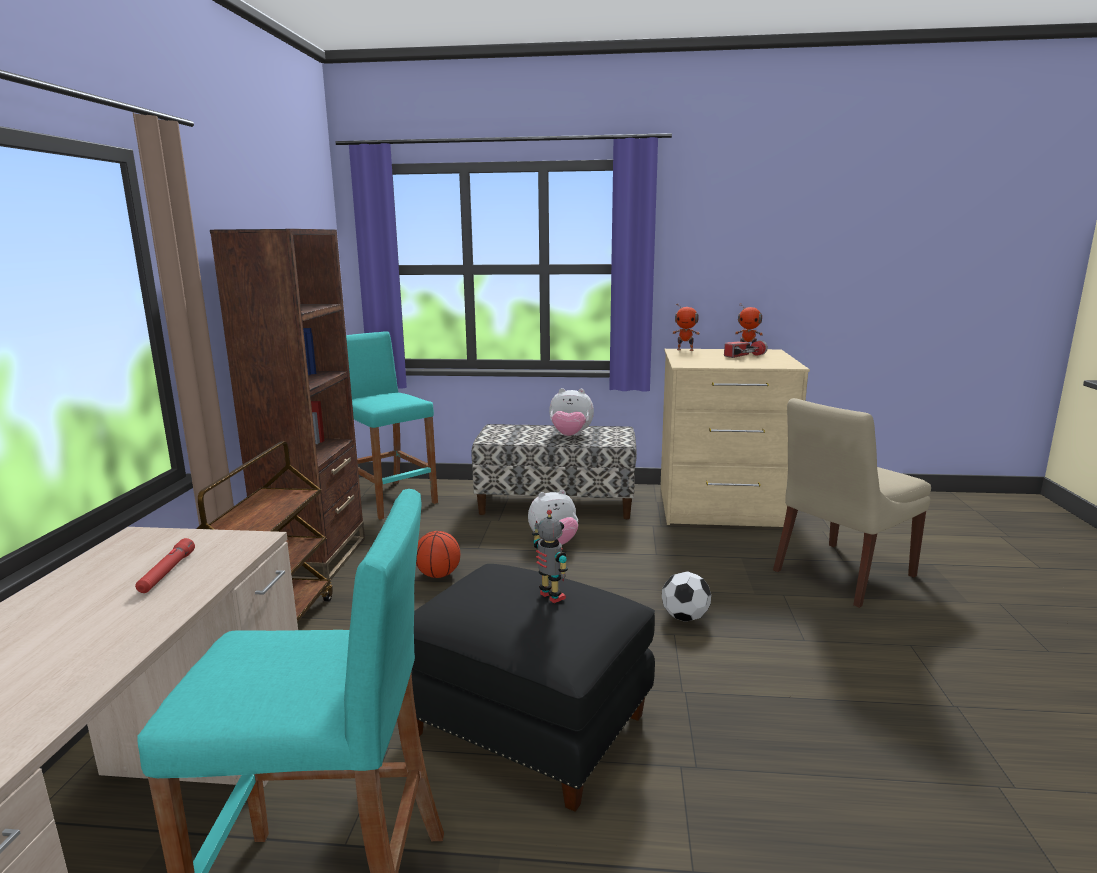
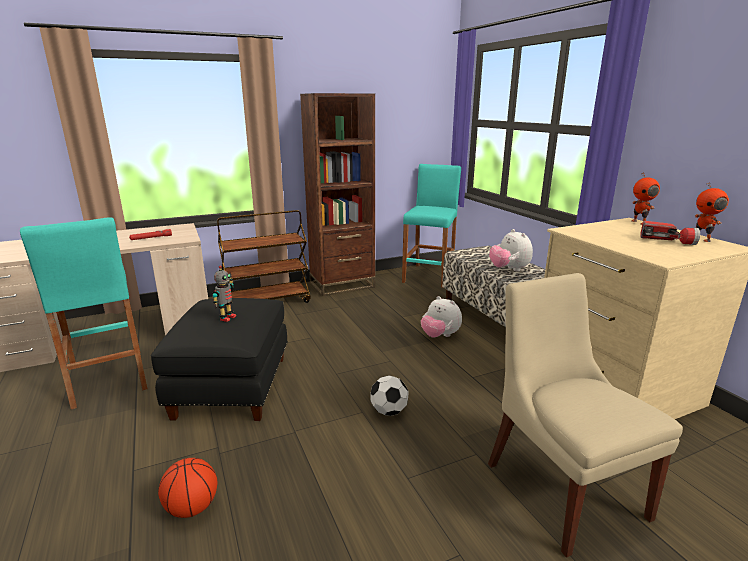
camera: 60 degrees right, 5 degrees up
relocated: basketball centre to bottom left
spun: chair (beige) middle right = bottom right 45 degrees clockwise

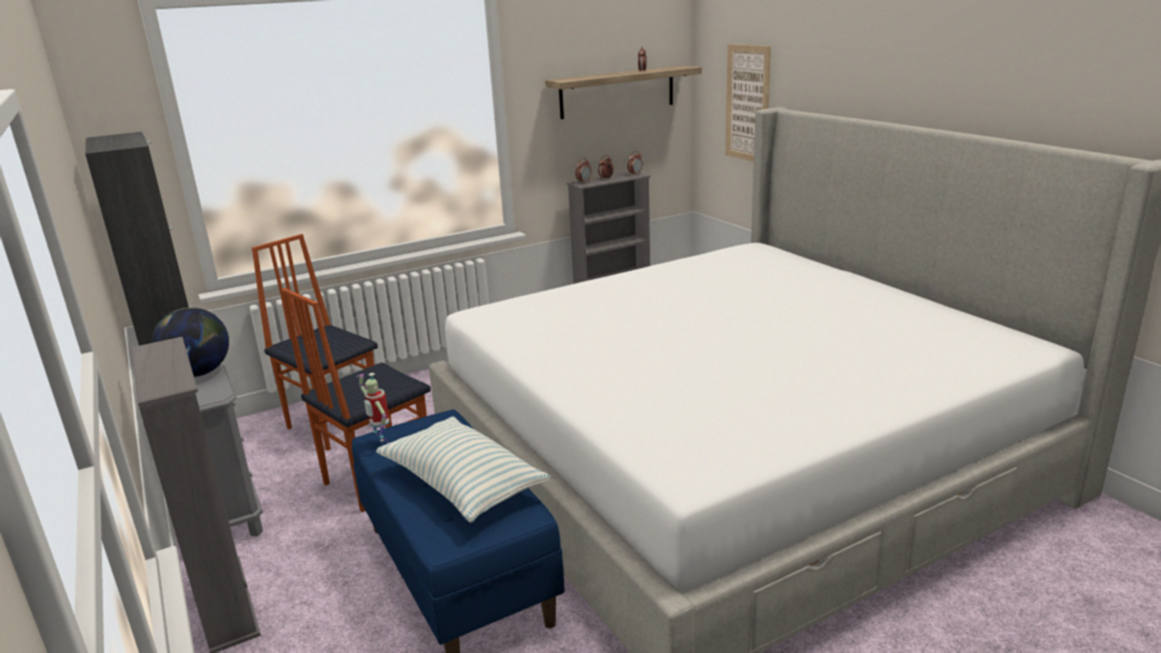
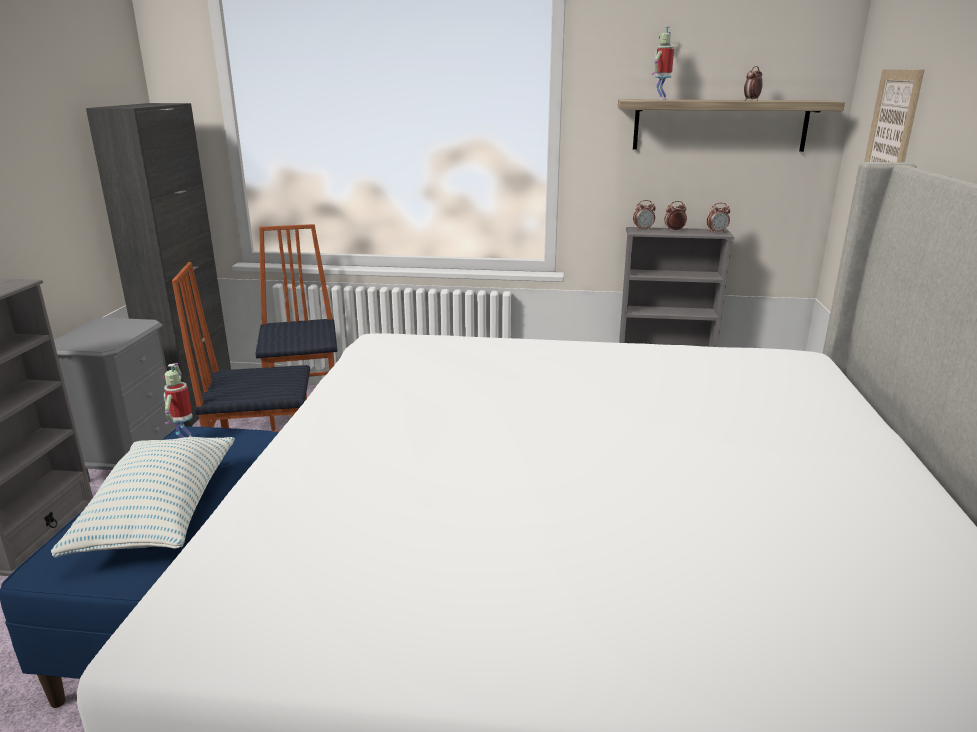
camera: 35 degrees right, 0 degrees up
missing: globe middle left
appeared: toy robot (no. 2 from left) top right

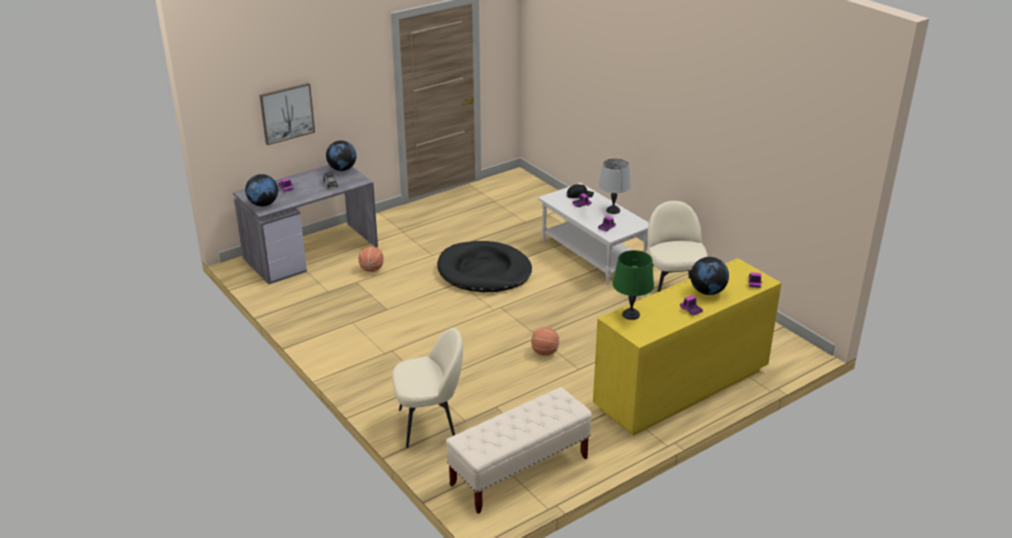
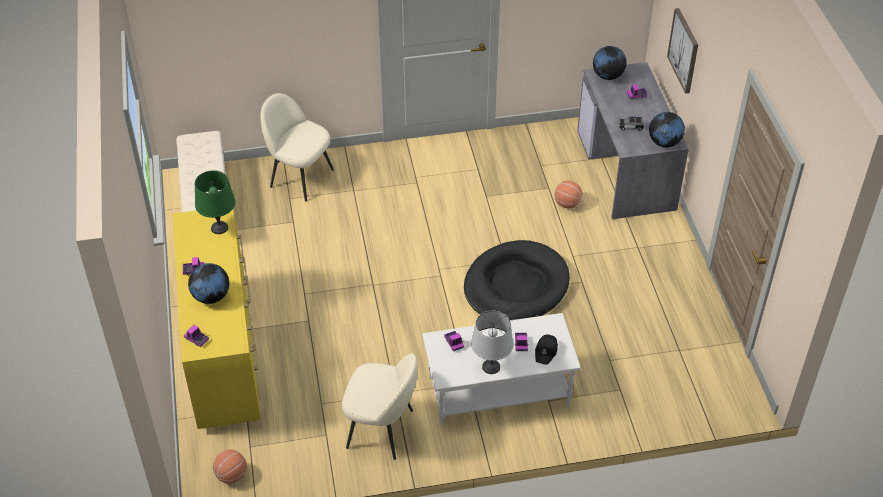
camera: 115 degrees right, 15 degrees up
relocated: basketball (no. 2 from left in the first image) centre to basketball (no. 1 from left) bottom left
spun: chair (beige) (no. 1 from left) bottom centre = top centre 105 degrees clockwise

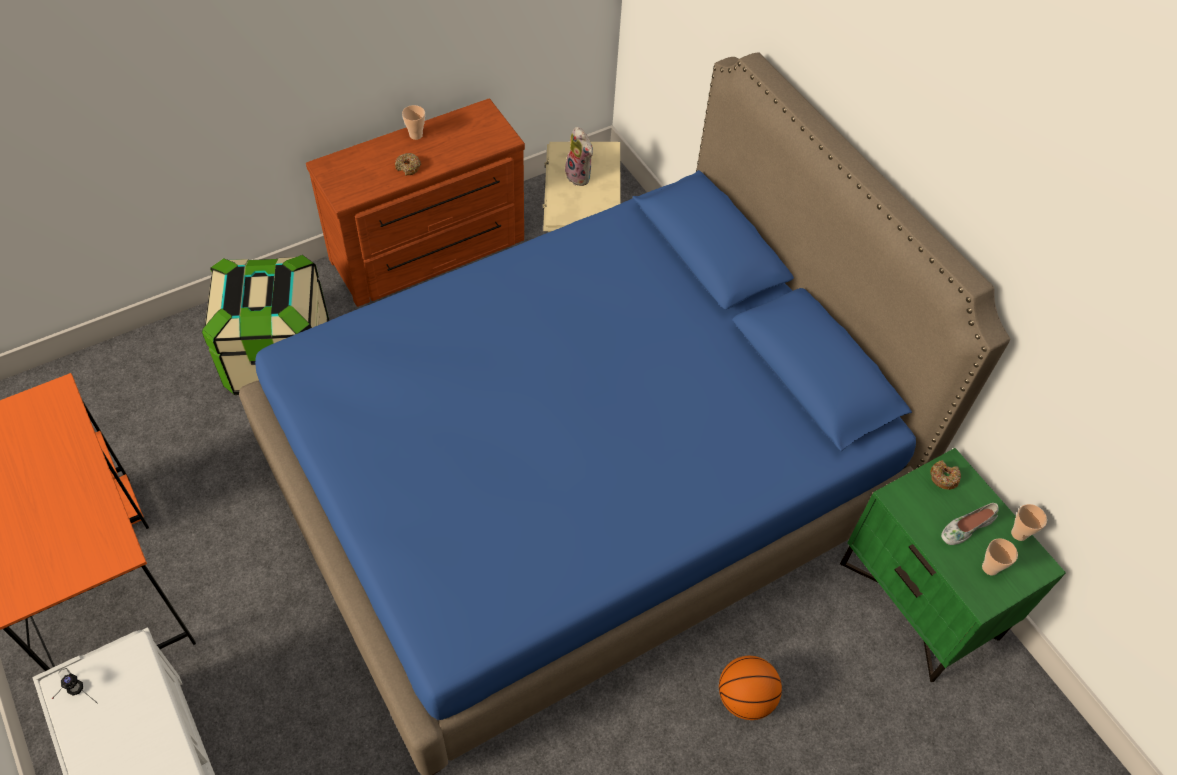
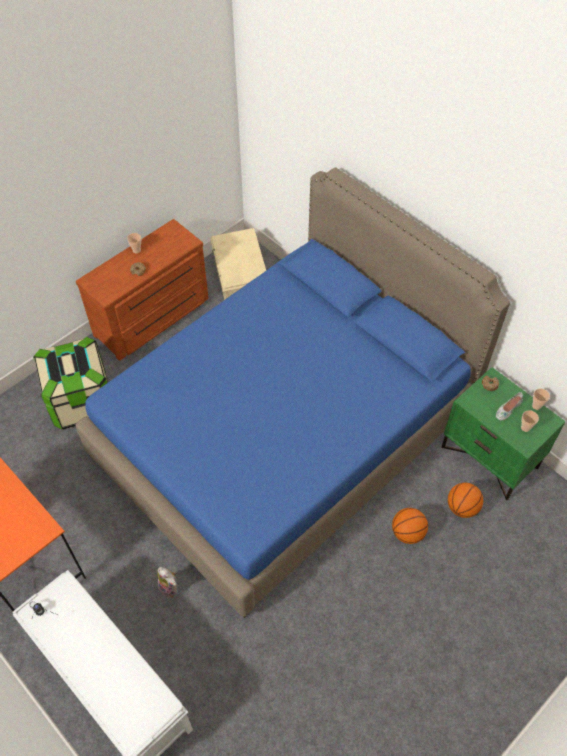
camera: 10 degrees left, 0 degrees up
appeared: basketball (no. 2 from left) middle right
relocated: plush toy top centre to bottom left

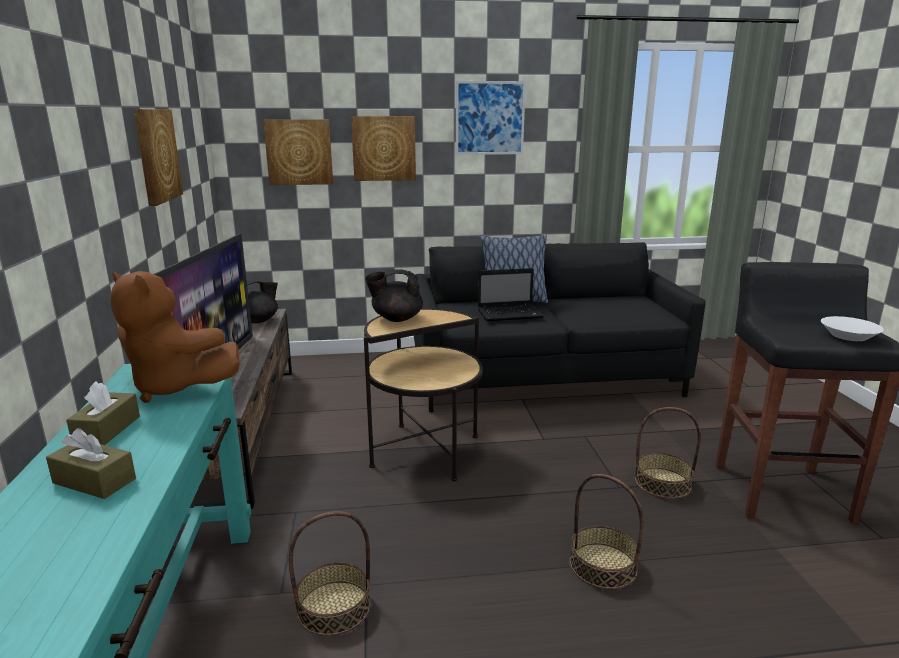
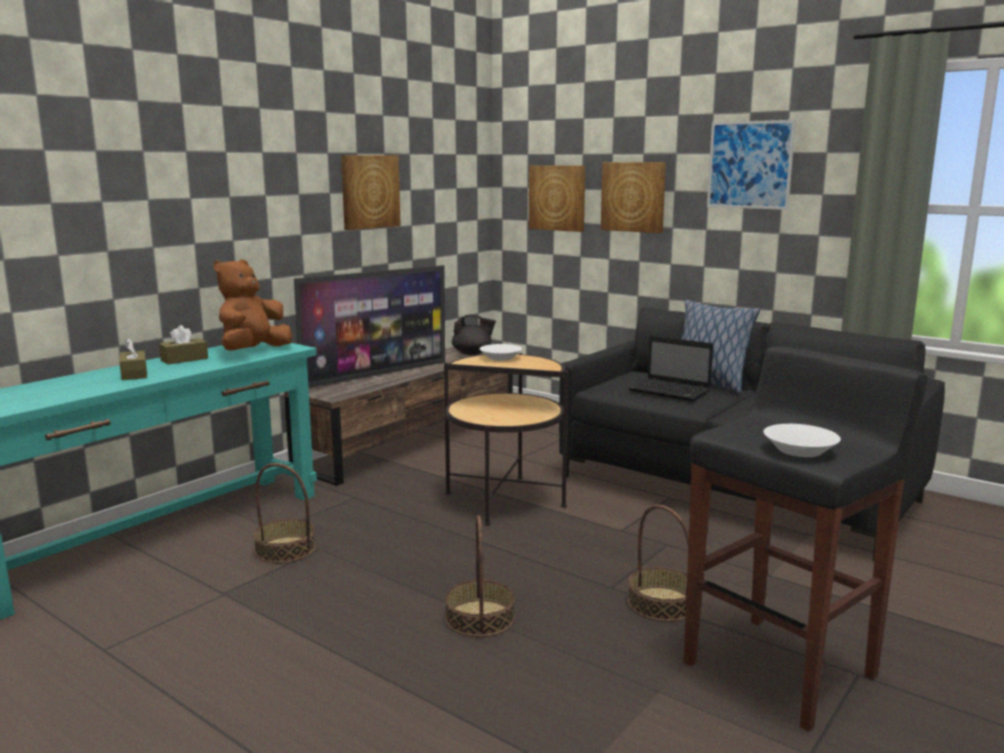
camera: 45 degrees right, 5 degrees down
exchanged: teapot (black) (no. 2 from left) centre to bowl (white) (no. 1 from left) centre
spun: plush toy (brown) middle left = middle left 45 degrees clockwise

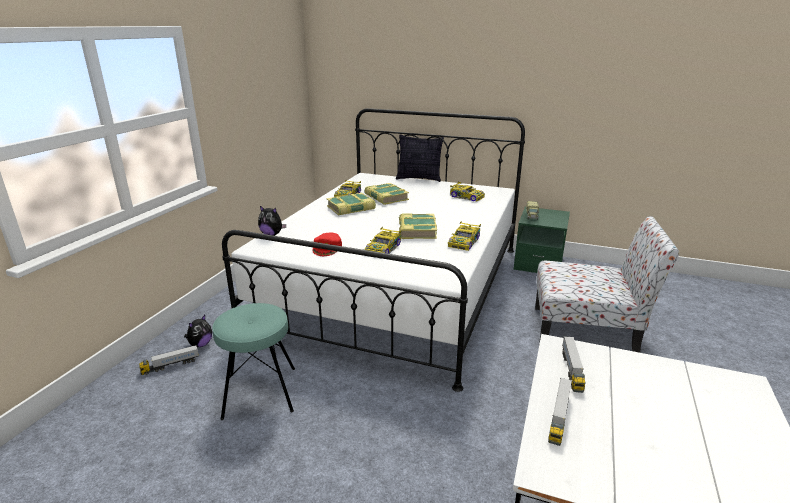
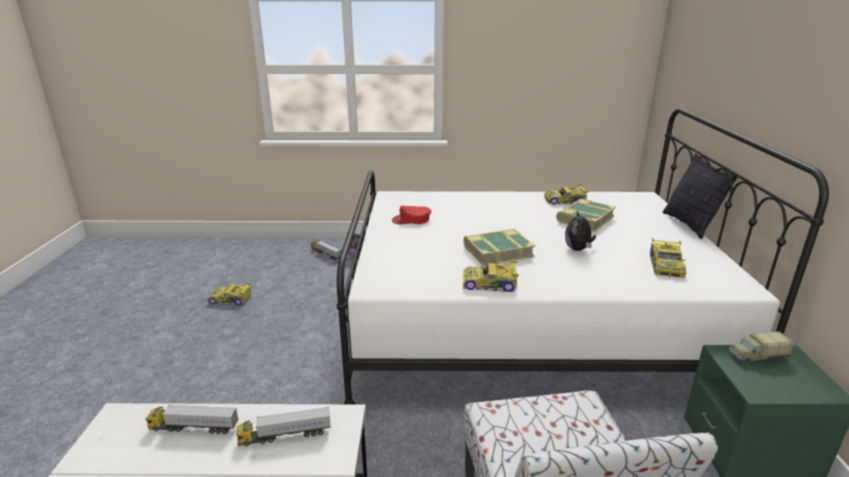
camera: 70 degrees right, 0 degrees up
missing: stool (turquoise) bottom left; book (no. 1 from left) centre
relocated: toy car (no. 2 from left in the first image) centre to toy car (no. 1 from left) middle left; plush toy (no. 2 from left) centre to middle right

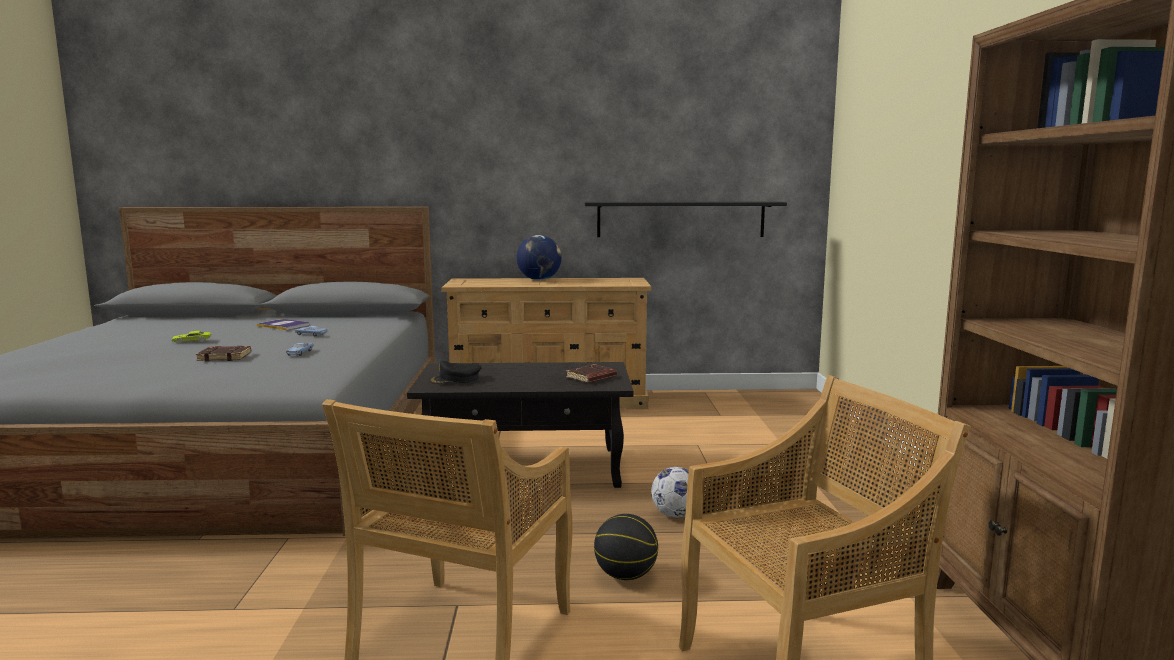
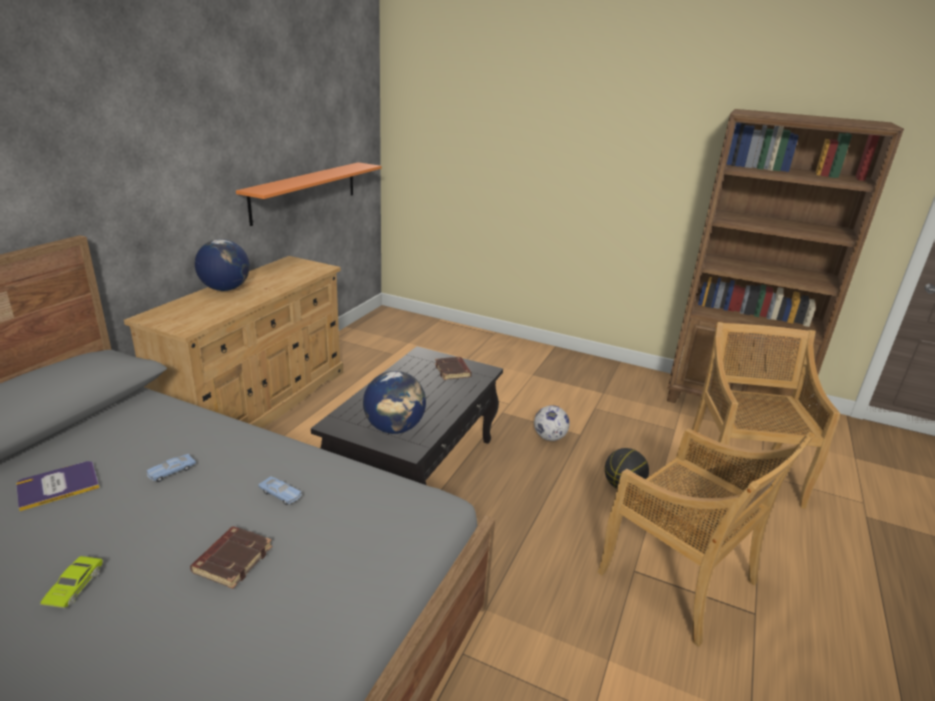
camera: 65 degrees left, 15 degrees up
exchanged: cap (black) centre to globe (no. 2 from left) centre
colour: shelf (black) top centre to shelf (orange) top left

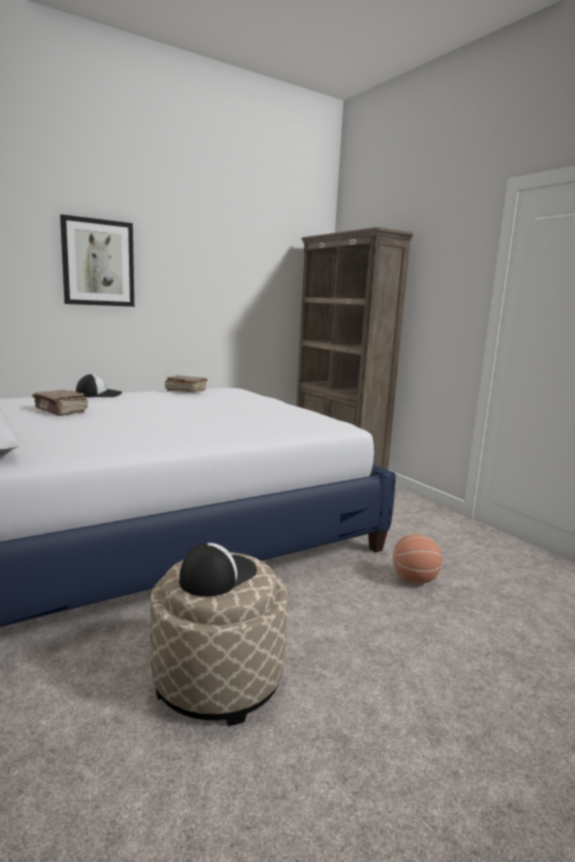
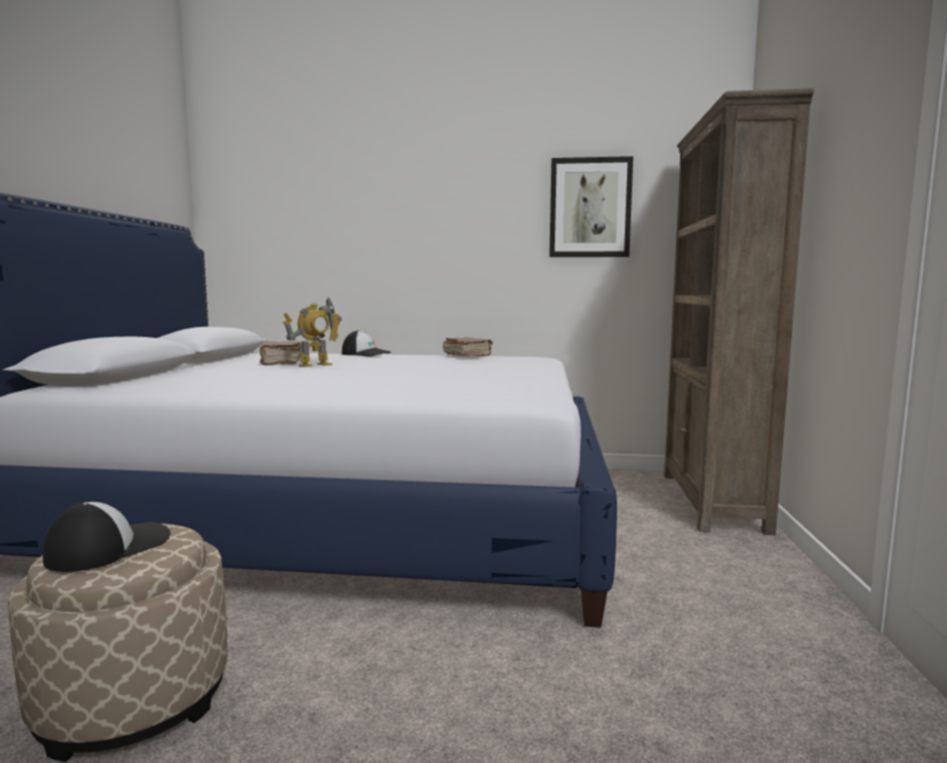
camera: 40 degrees right, 5 degrees down
missing: basketball middle right
appeared: toy robot middle left
relocated: picture top left to top centre
spun: cap (no. 2 from left in the first image) centre = bottom left 45 degrees counterclockwise

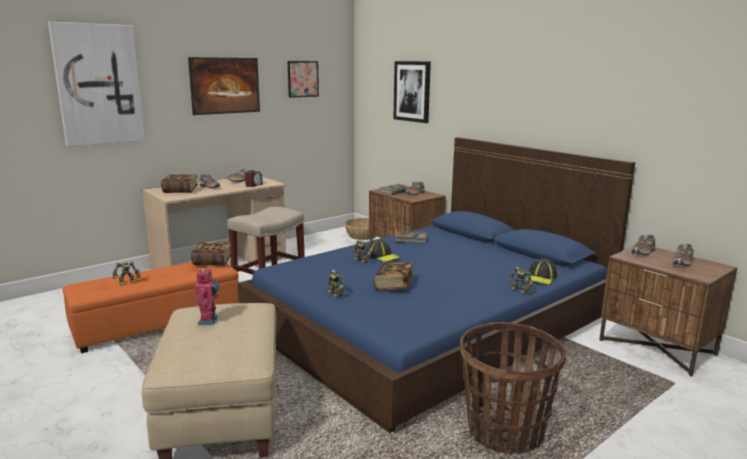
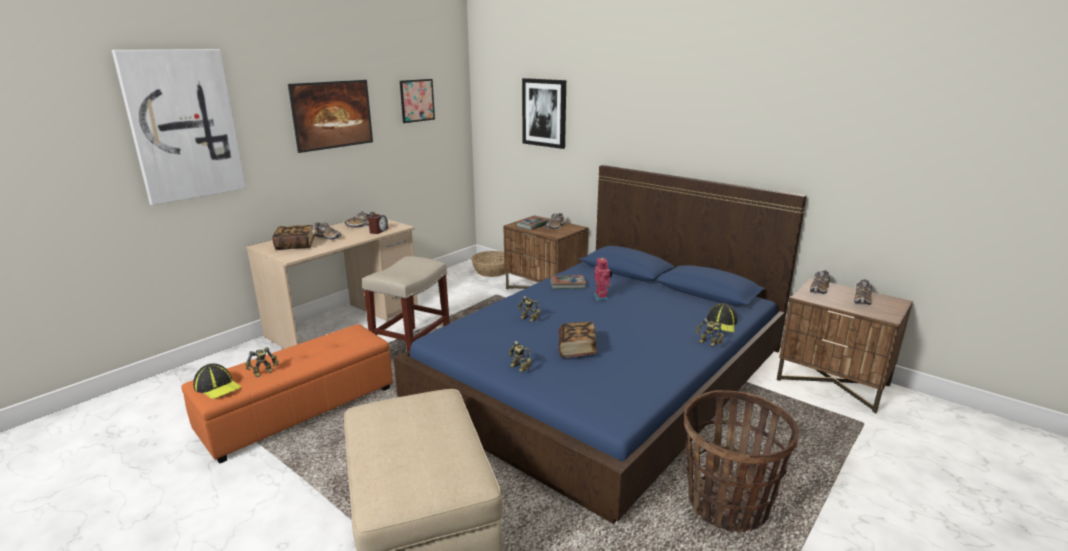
camera: 10 degrees left, 5 degrees up
missing: book (no. 2 from left) middle left
relocated: cap (no. 1 from left) centre to bottom left; toy robot (no. 2 from left in the first image) middle left to toy robot (no. 4 from left) centre

